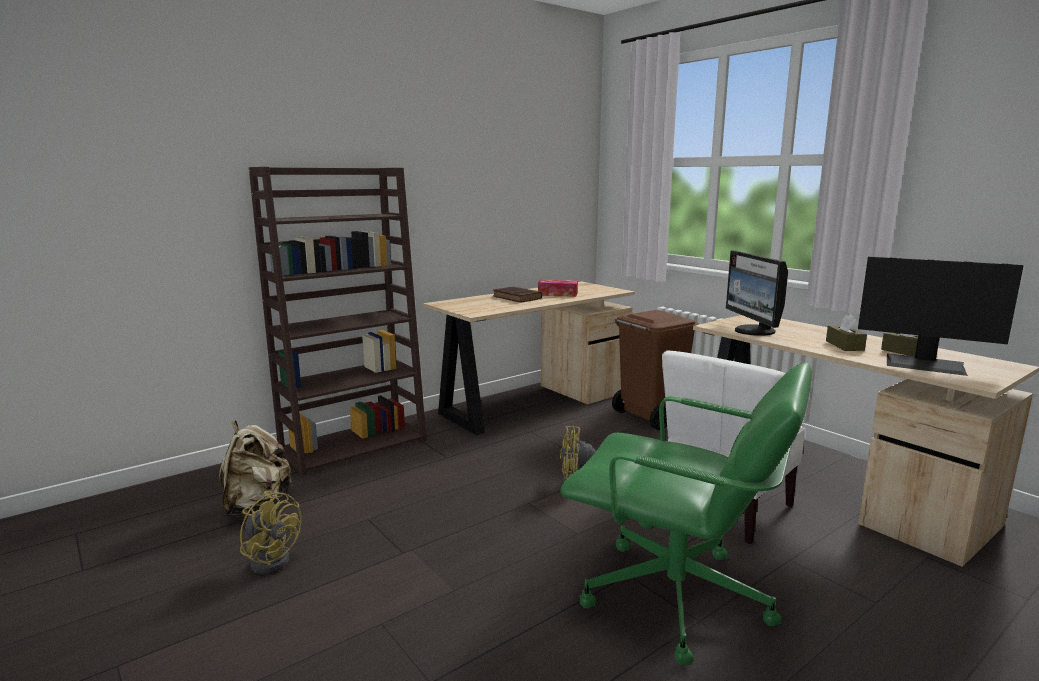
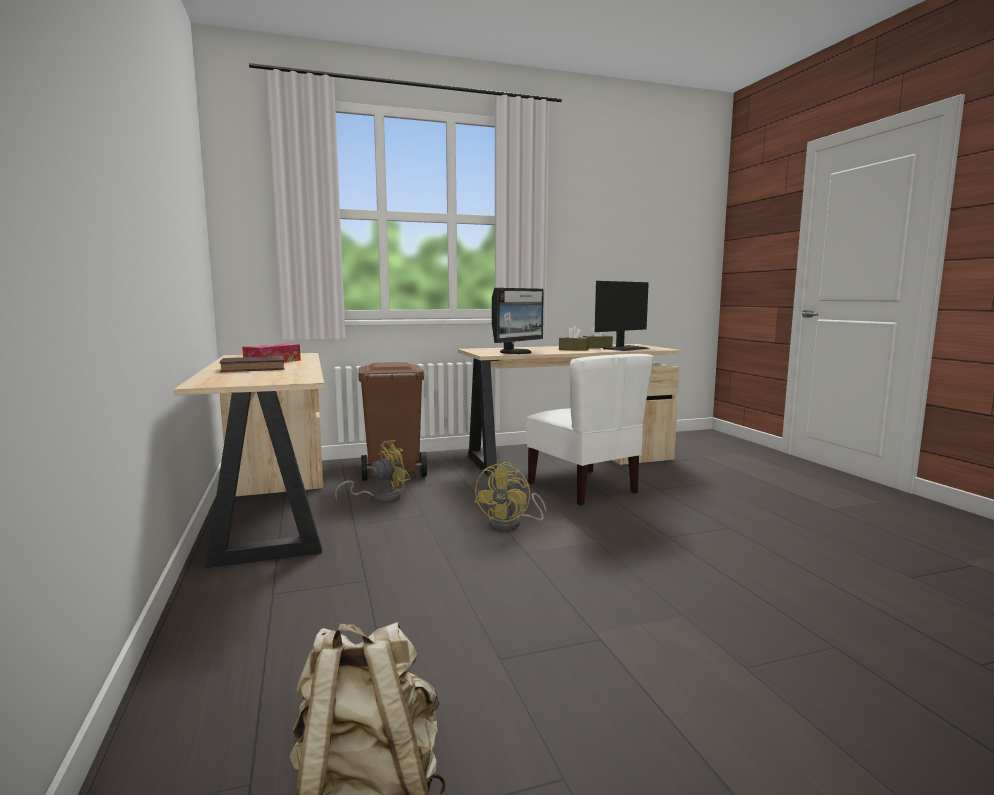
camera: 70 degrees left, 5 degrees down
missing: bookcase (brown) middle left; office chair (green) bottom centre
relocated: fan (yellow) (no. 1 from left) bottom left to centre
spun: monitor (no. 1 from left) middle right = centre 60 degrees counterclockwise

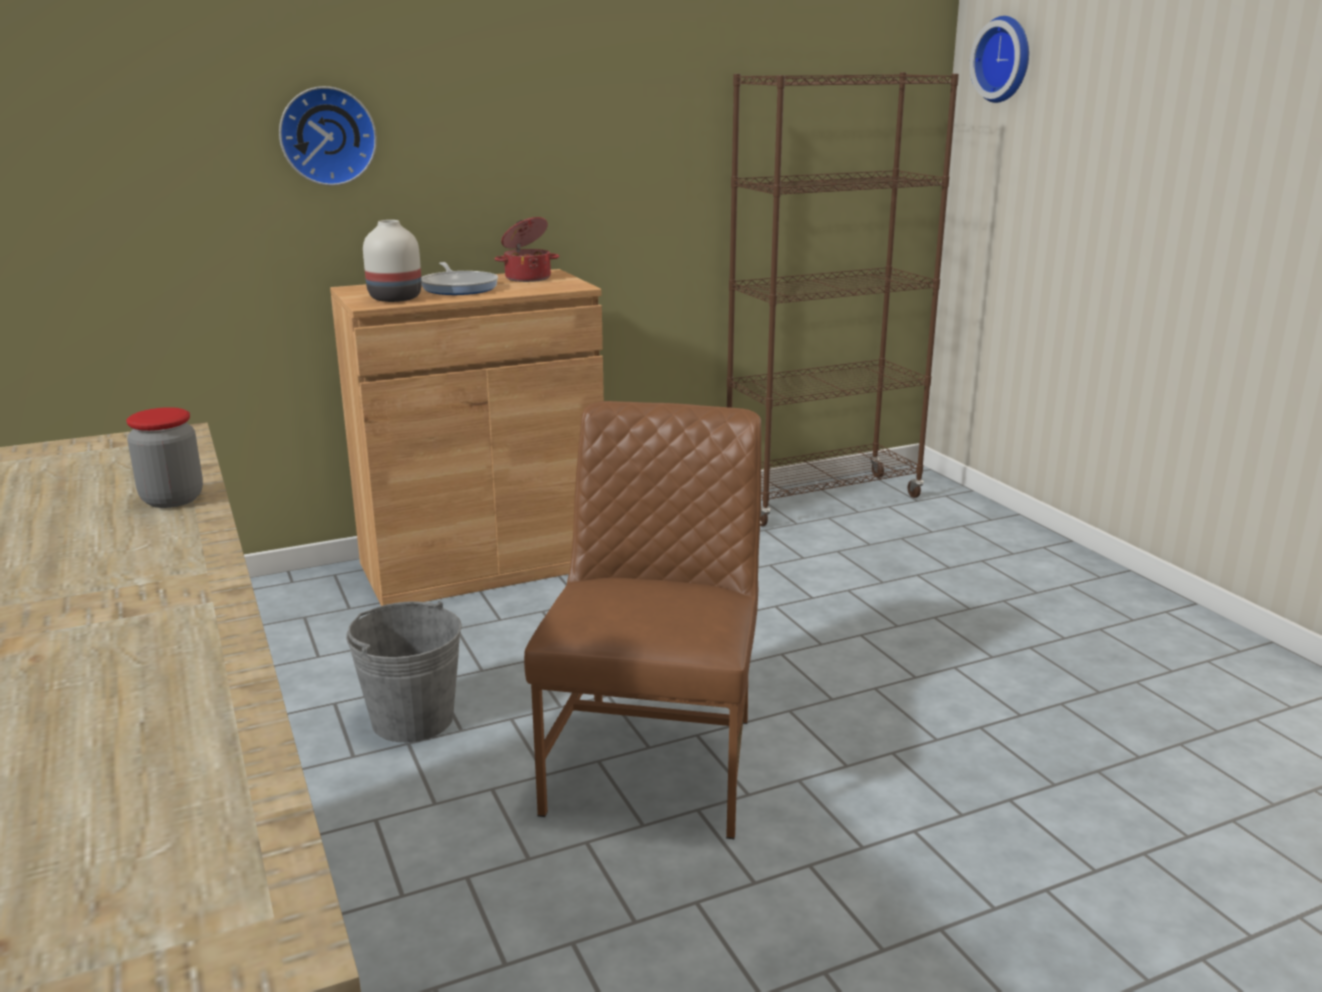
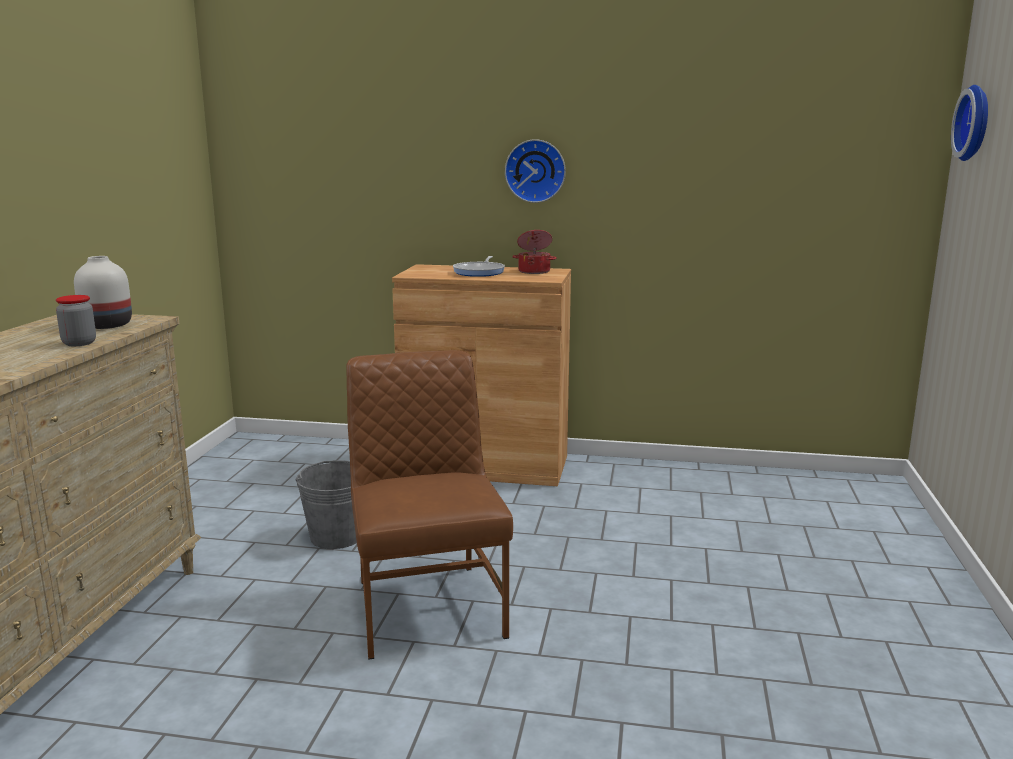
camera: 35 degrees right, 5 degrees down
missing: bookcase (brown) top centre
relocated: vase (white) top left to middle left; wall clock (no. 1 from left) top left to top centre
spun: chair (brown) centre = centre 60 degrees counterclockwise

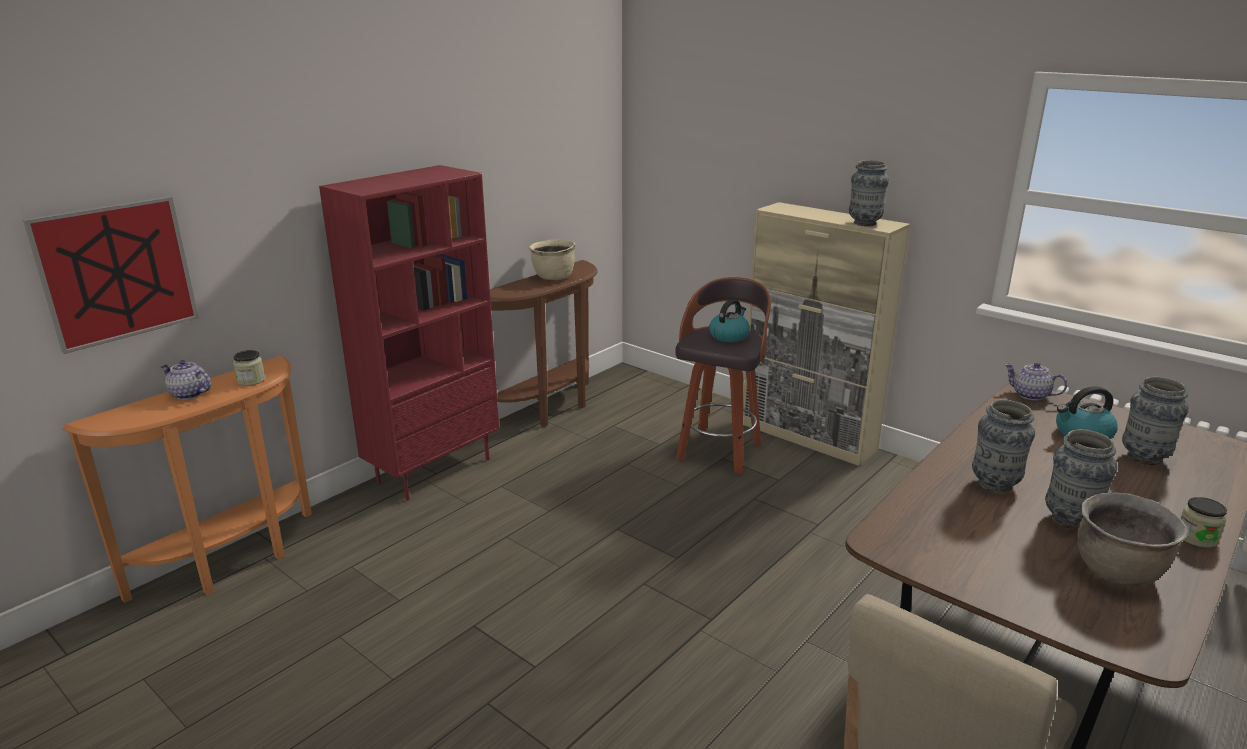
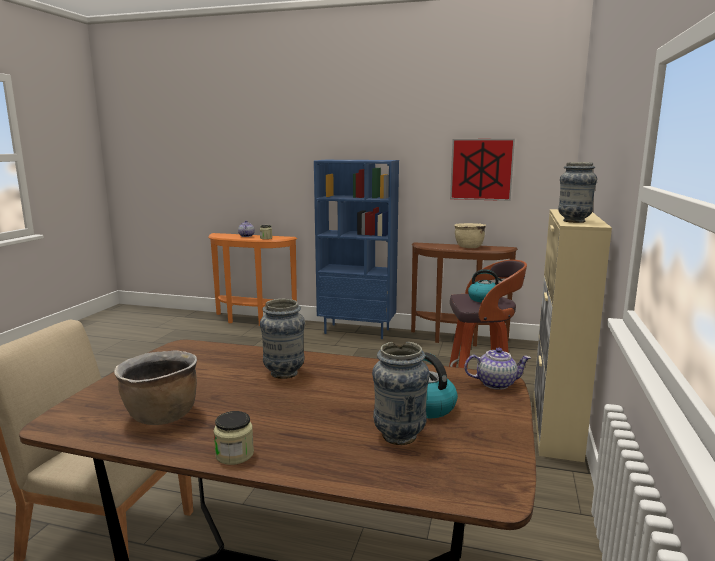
camera: 65 degrees right, 10 degrees down
missing: vase (no. 3 from left) middle right
relocated: picture middle left to top right
colour: bookcase (red) middle left to bookcase (blue) centre
spun: teapot (no. 2 from left) middle right = middle right 75 degrees clockwise

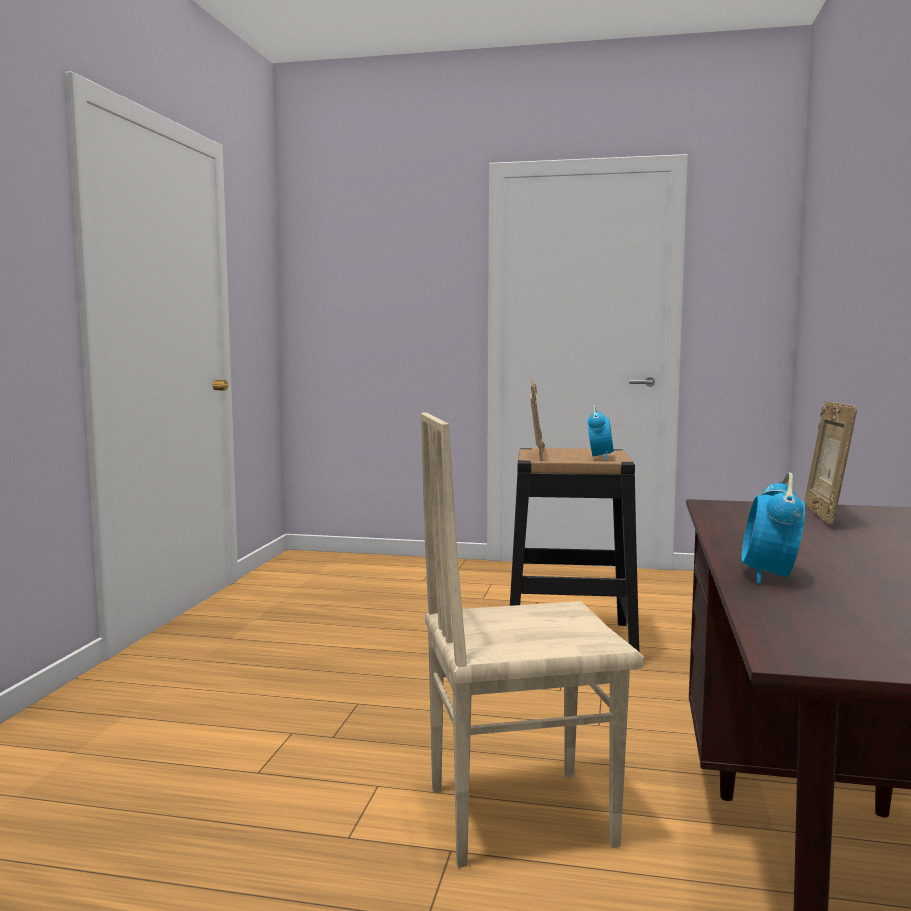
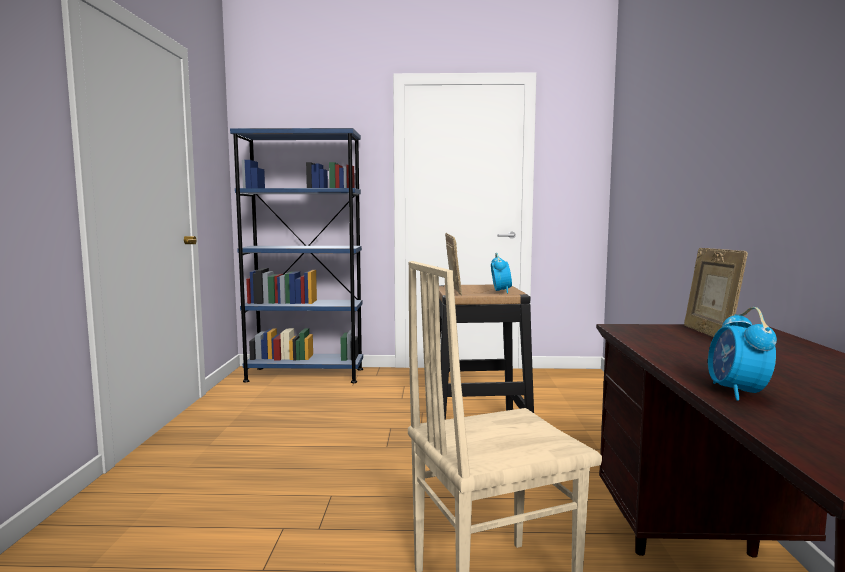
camera: 10 degrees left, 0 degrees up
appeared: bookcase (blue) centre

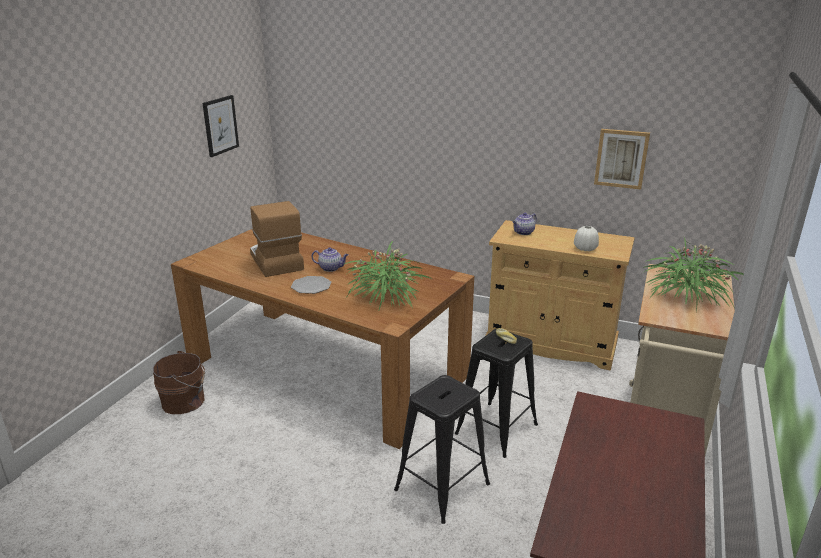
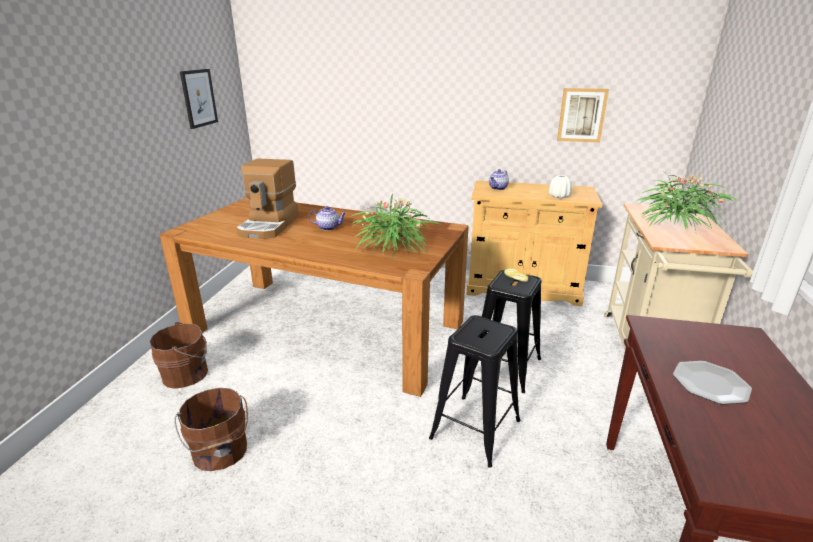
camera: 10 degrees left, 0 degrees up
appeared: bucket (brown) (no. 2 from left) bottom left
relocated: plate centre to bottom right
spun: coffee machine centre = middle left 135 degrees counterclockwise

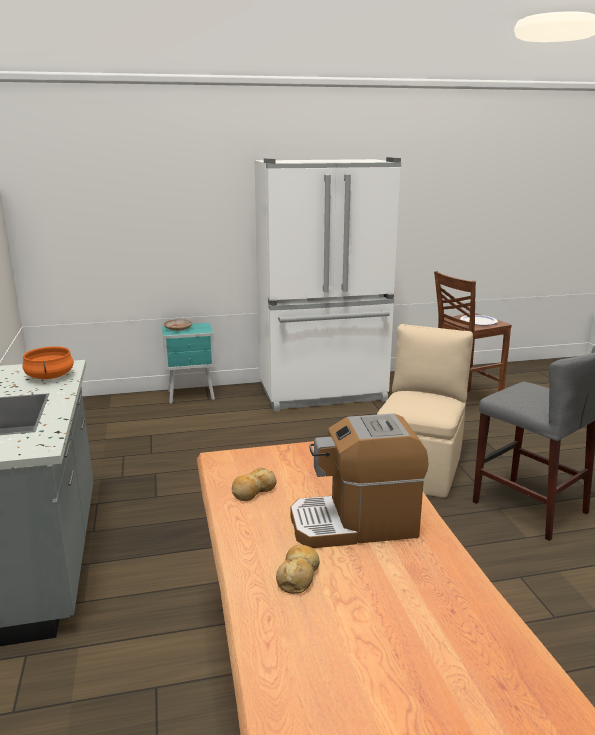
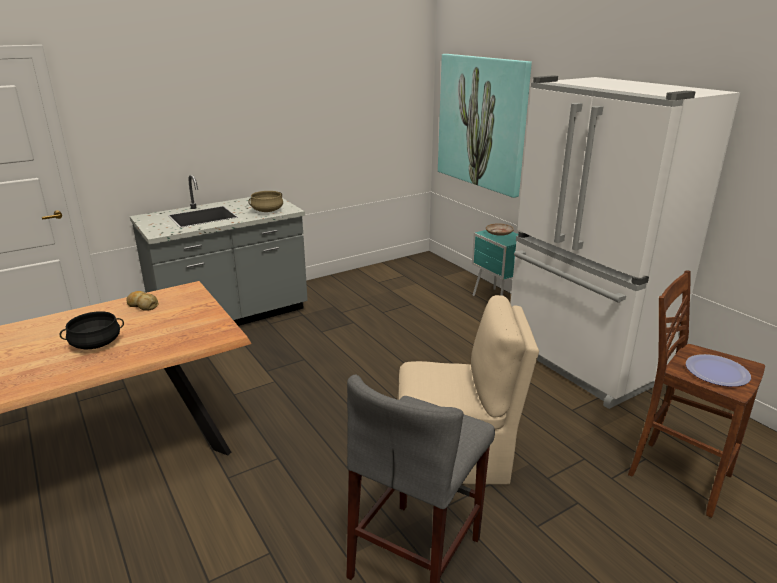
camera: 70 degrees right, 5 degrees up
missing: bread (no. 2 from left) bottom centre
appeared: picture top centre
exchanged: coffee machine centre to cooking pot (black) middle left
colour: cooking pot (orange) middle left to cooking pot (beige) centre

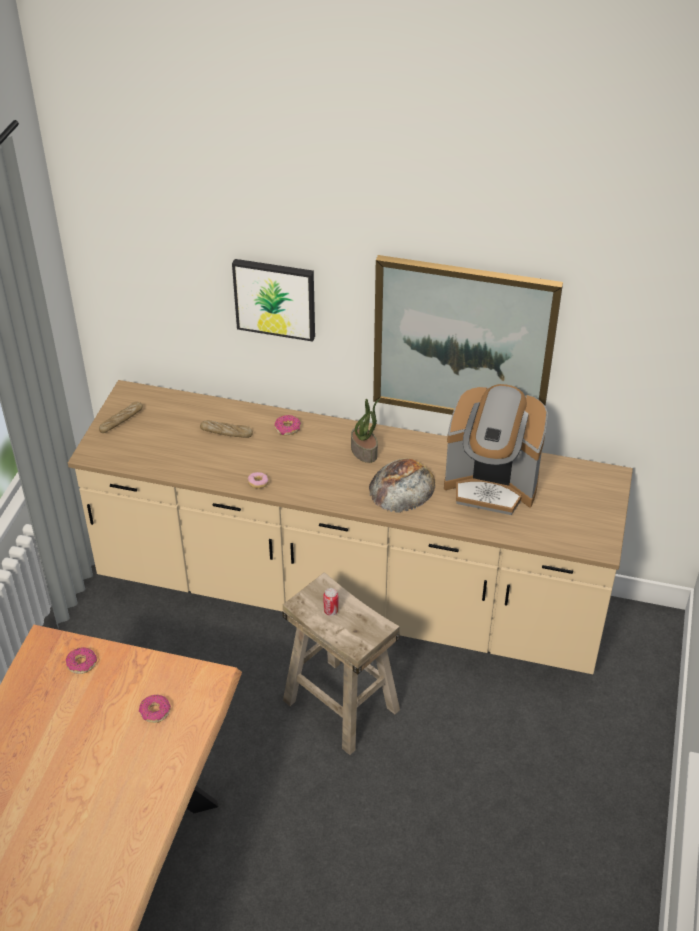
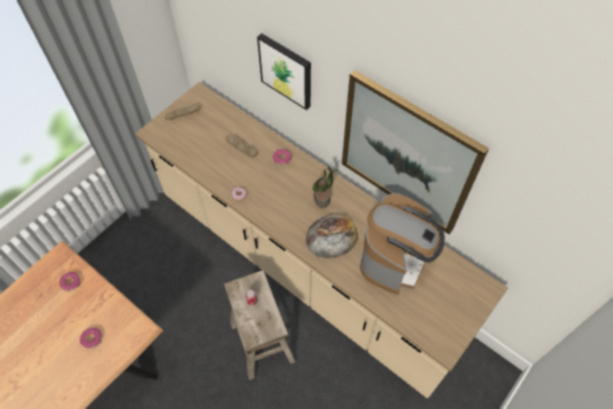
camera: 25 degrees right, 15 degrees up
spun: coffee machine middle right = centre 105 degrees counterclockwise

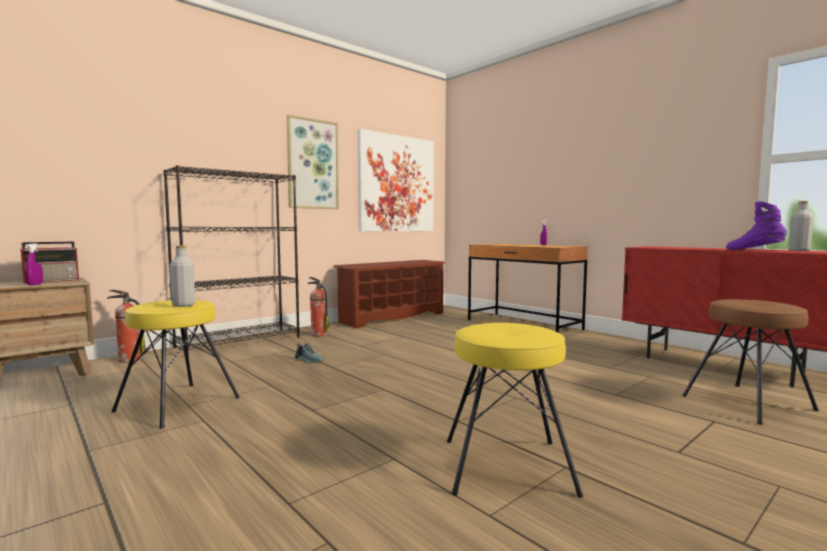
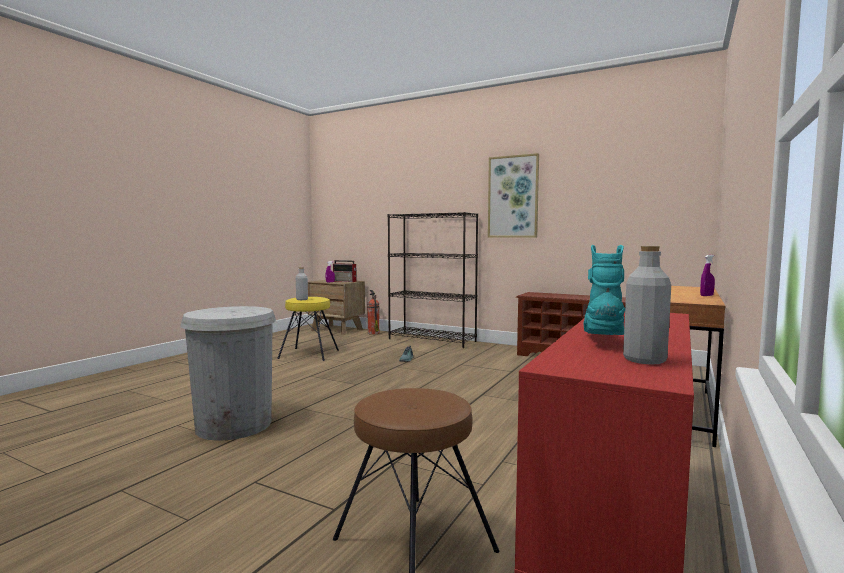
camera: 70 degrees right, 0 degrees up
missing: fire extinguisher (no. 2 from left) centre; picture (no. 2 from left) top centre
exchanged: stool (yellow) (no. 2 from left) bottom centre to trash can (white) middle left
colour: boot (purple) middle right to boot (turquoise) middle right

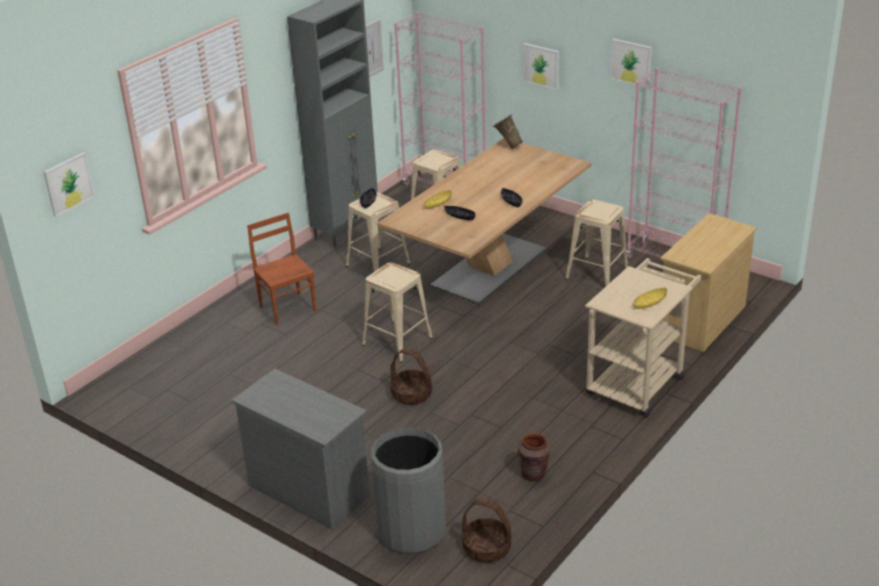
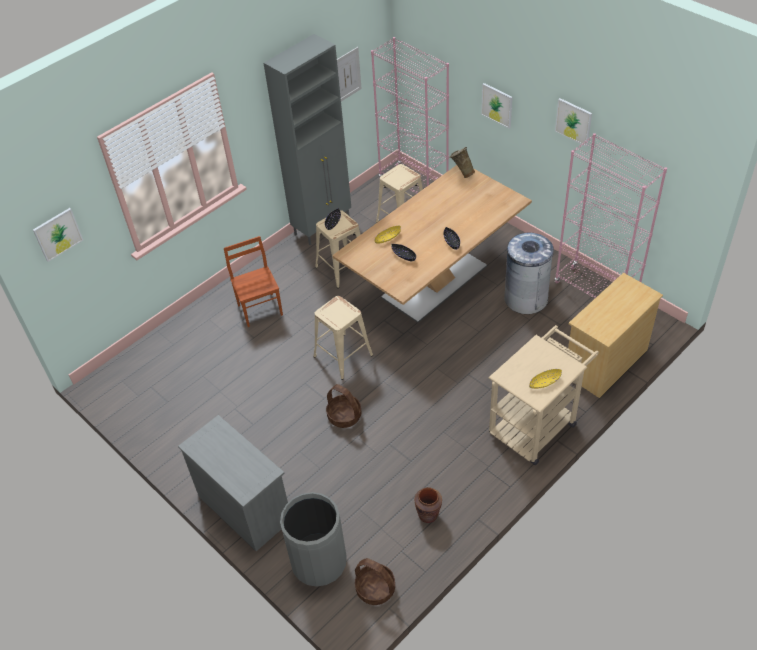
camera: 10 degrees right, 15 degrees up
exchanged: stool (beige) (no. 4 from left) middle right to trash can (grey) (no. 2 from left) middle right

